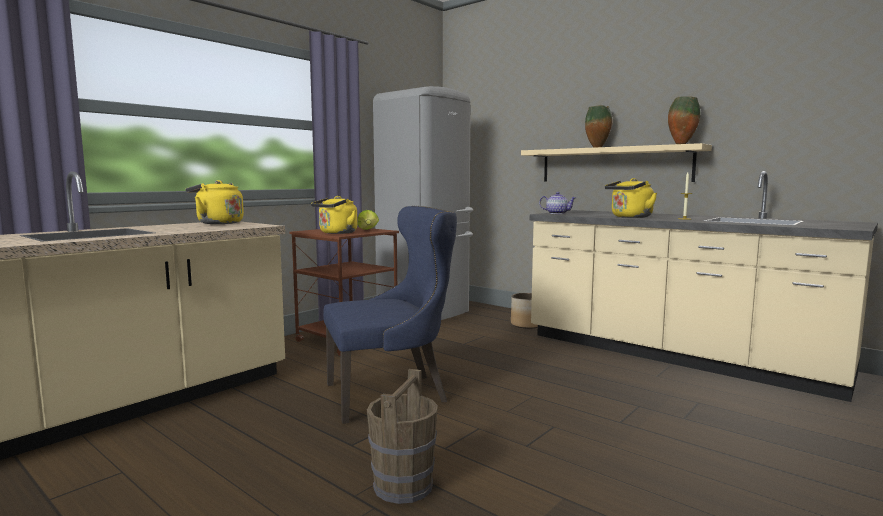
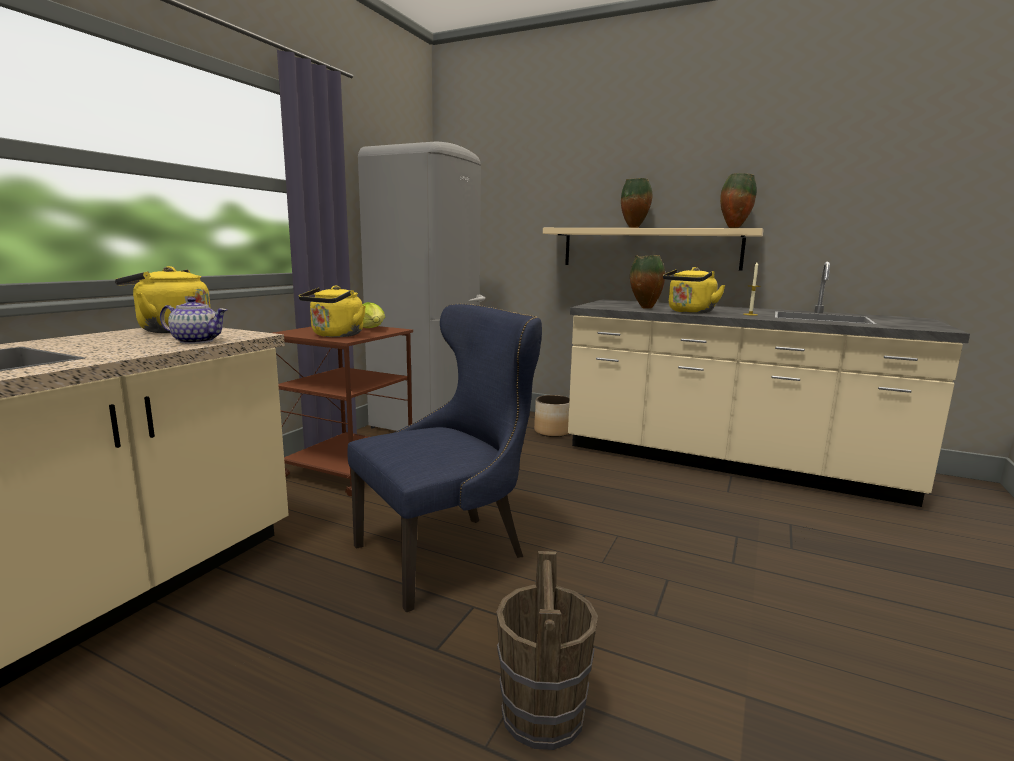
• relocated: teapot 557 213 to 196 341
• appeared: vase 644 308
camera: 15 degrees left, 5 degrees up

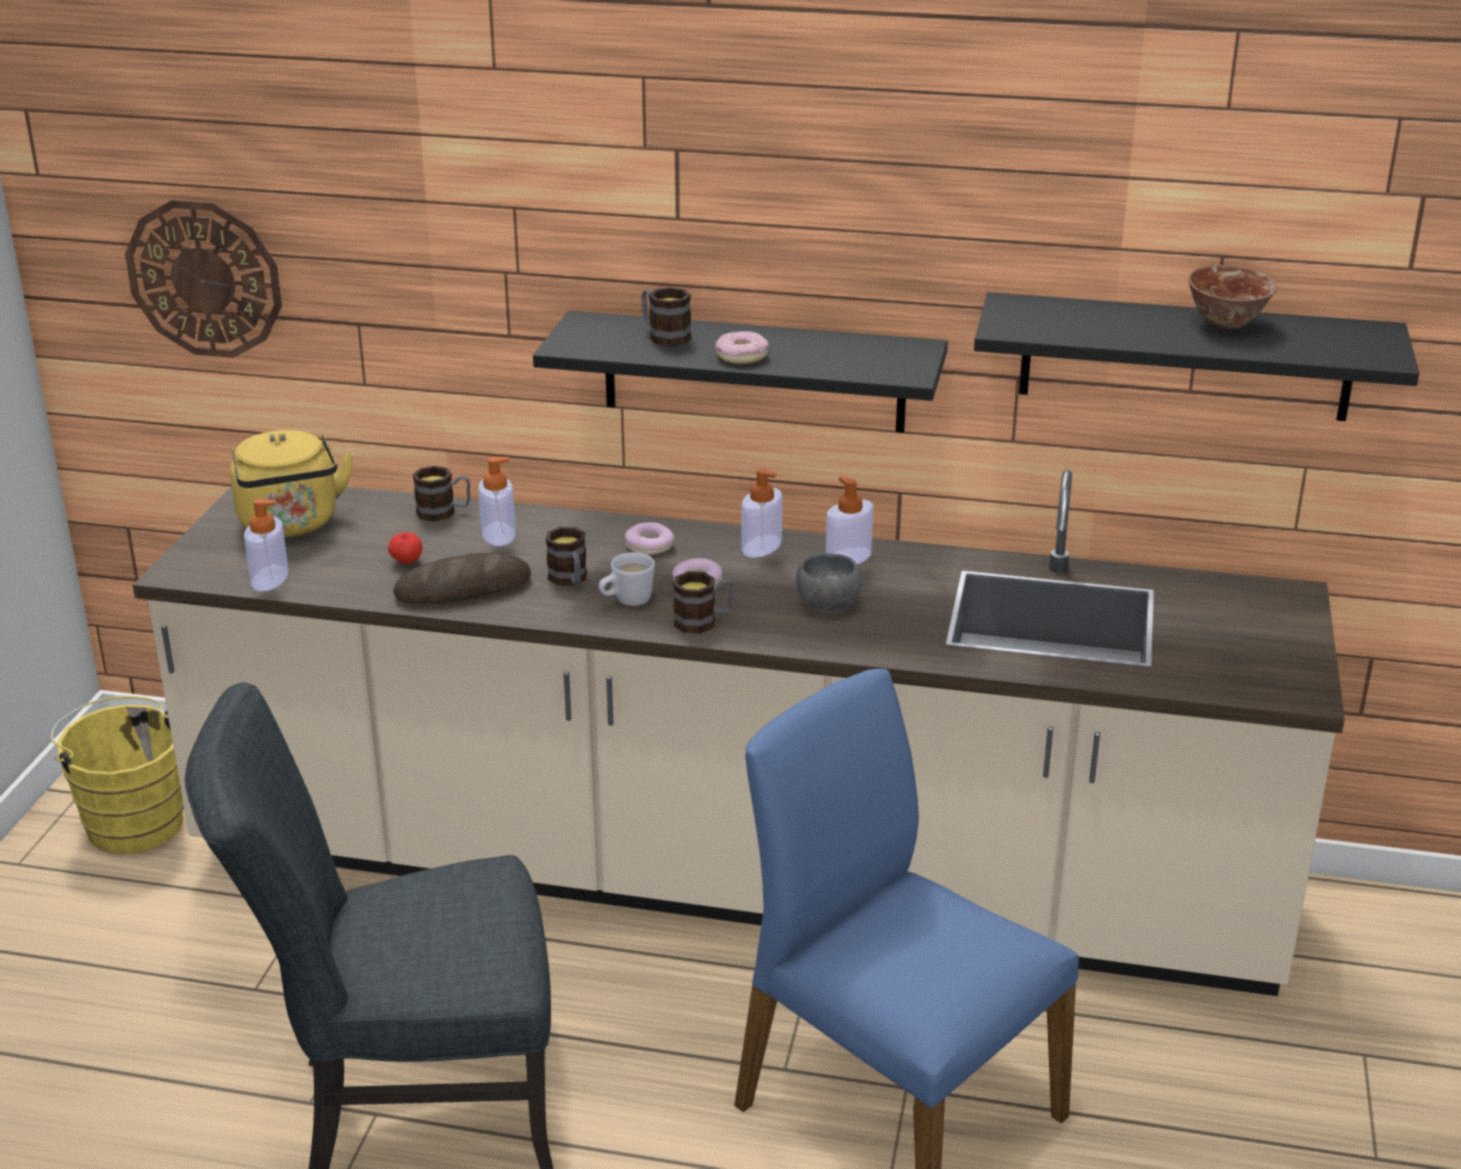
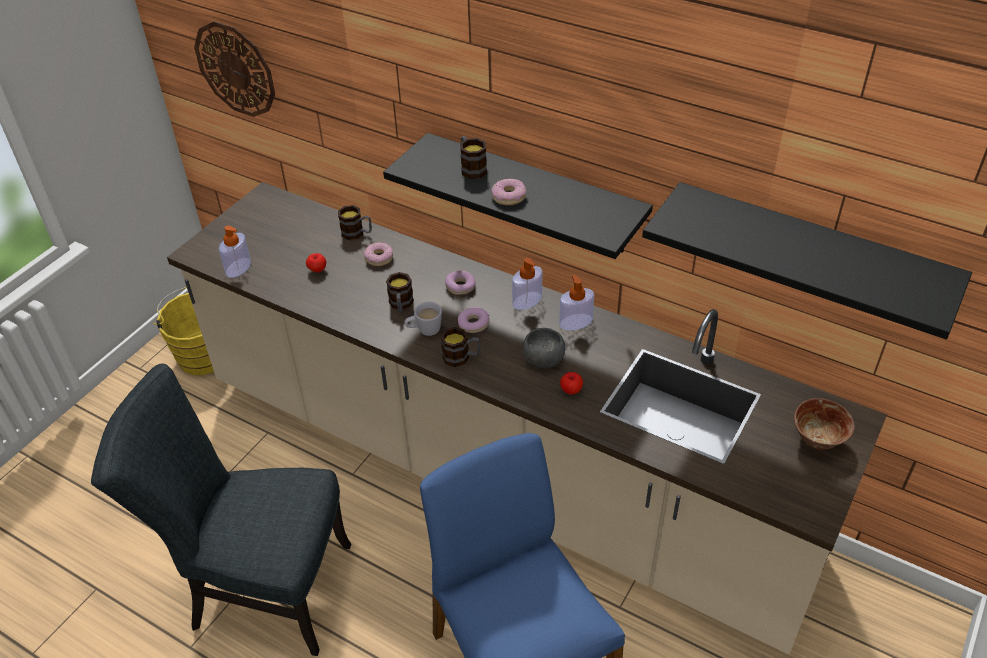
• exchanged: soap_dispenser 498 534 to donut 379 258
• appeared: apple 571 390
• relocated: bowl 1226 323 to 818 439
• missing: yellow_kettle 291 525
• missing: bread 463 588
camera: 20 degrees right, 15 degrees up

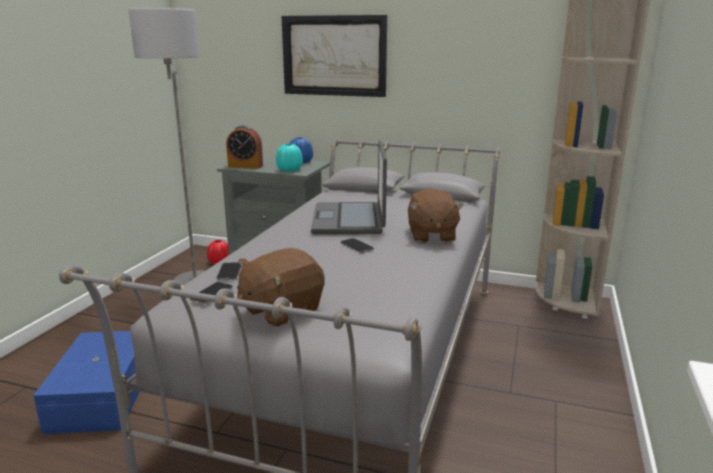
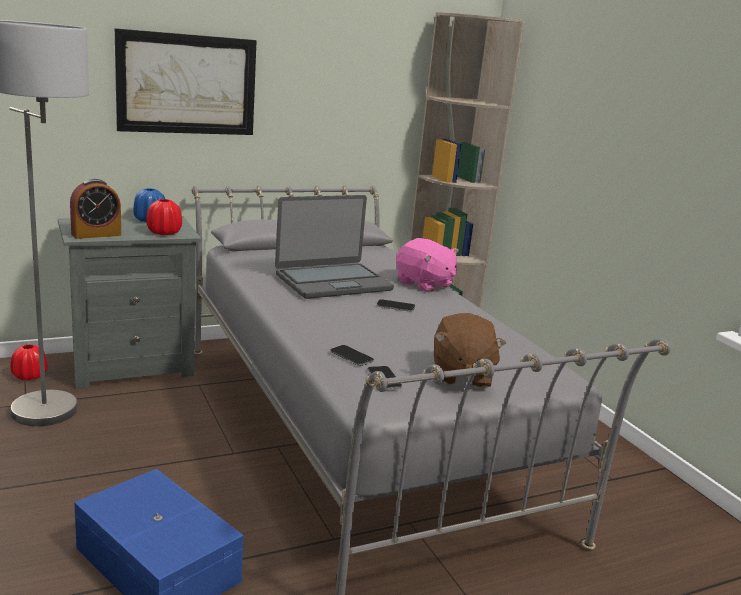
• colour: turquoise_vase 289 170 to red_vase 164 233
• spun: laptop 349 220 = 332 282 75 degrees counterclockwise
• colour: brown_plush_toy 431 235 to pink_plush_toy 424 284
camera: 45 degrees left, 0 degrees up

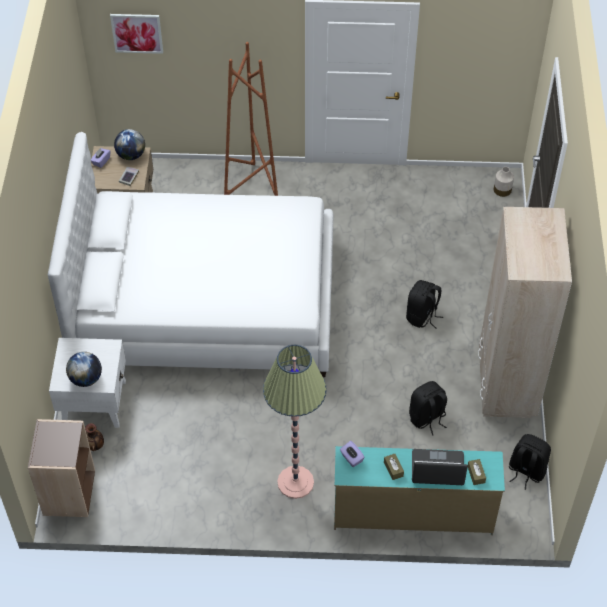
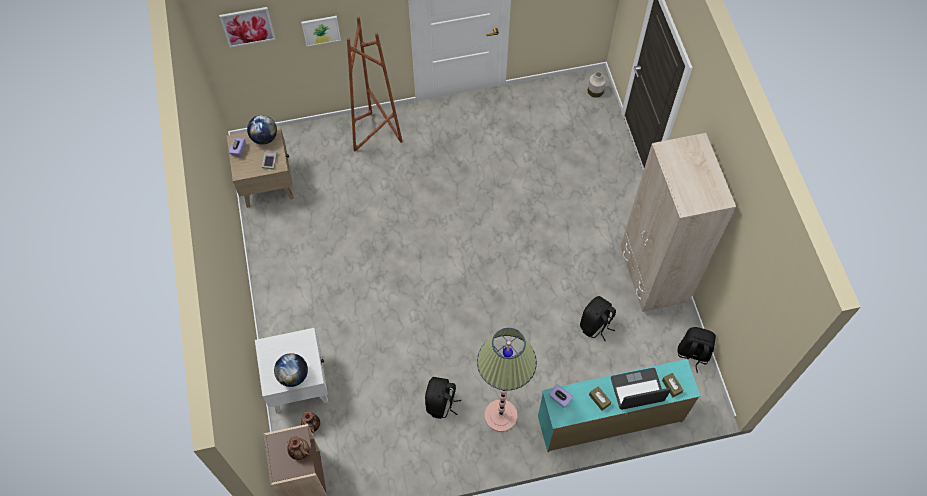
• appeared: vase 299 452
• appeared: picture 321 30
• relocated: black_backpack 422 316 to 441 404
• missing: white_bed 205 302
camera: 15 degrees left, 10 degrees up

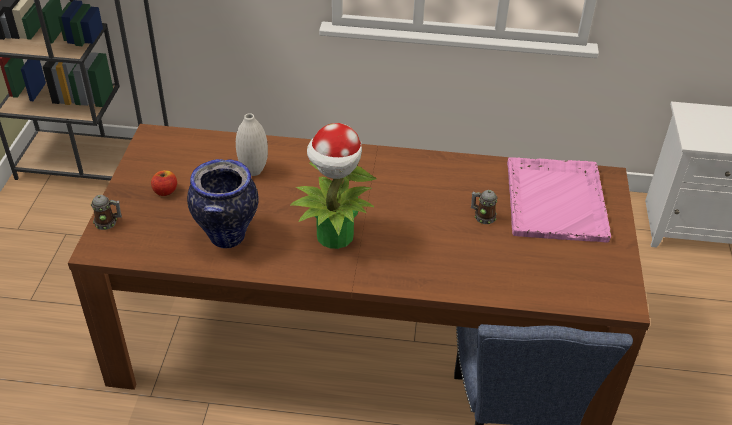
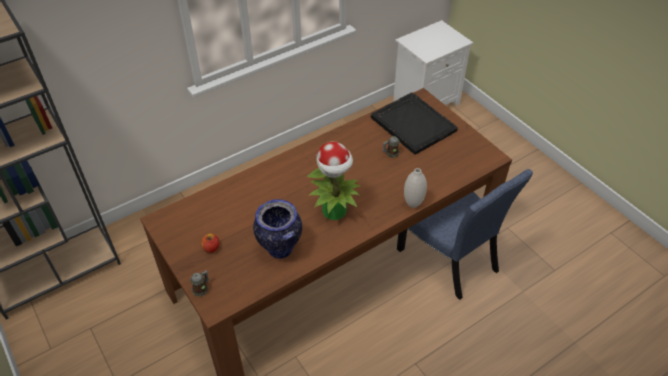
• colour: pink_tray 555 200 to black_tray 412 123
• relocated: white_vase 253 171 to 413 204
camera: 40 degrees left, 5 degrees up

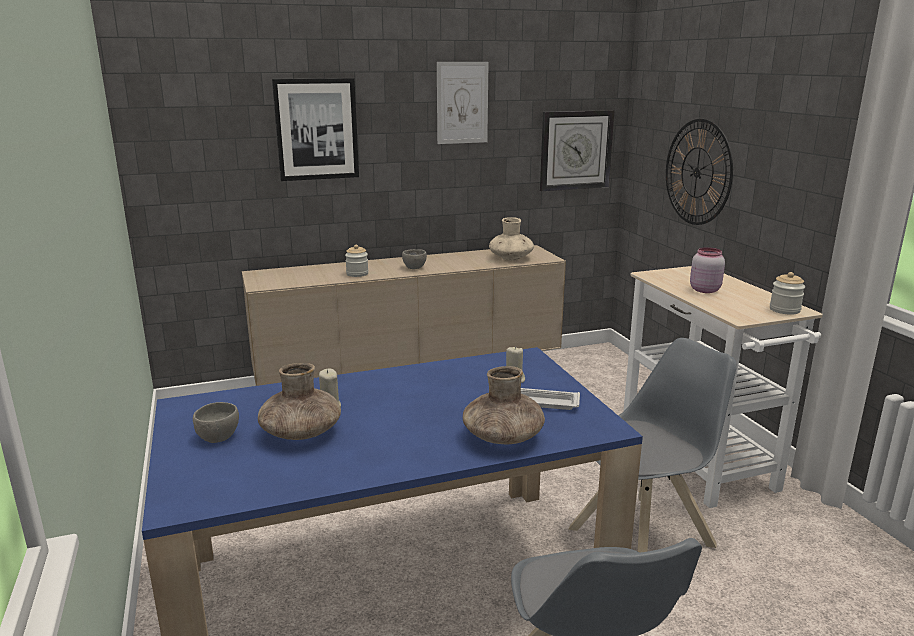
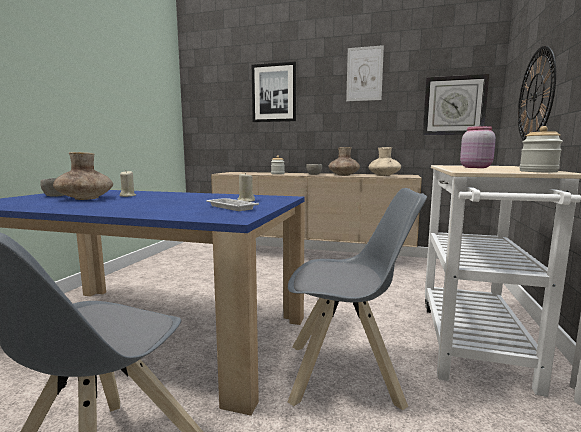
• relocated: brown_vase 502 437 to 343 175
camera: 35 degrees right, 10 degrees down

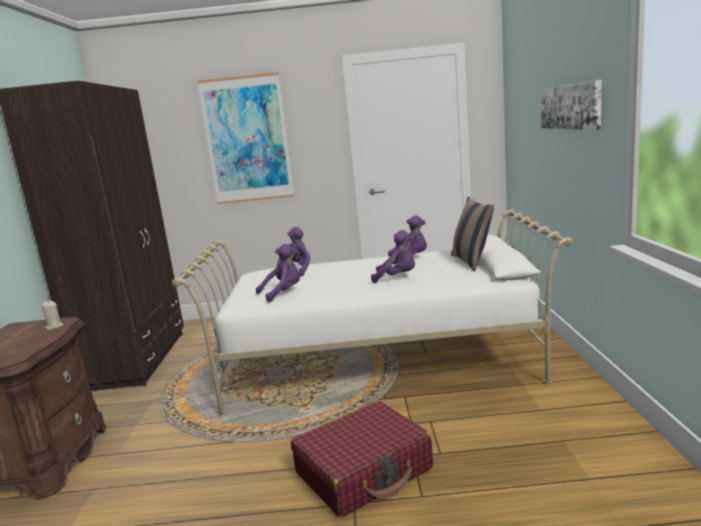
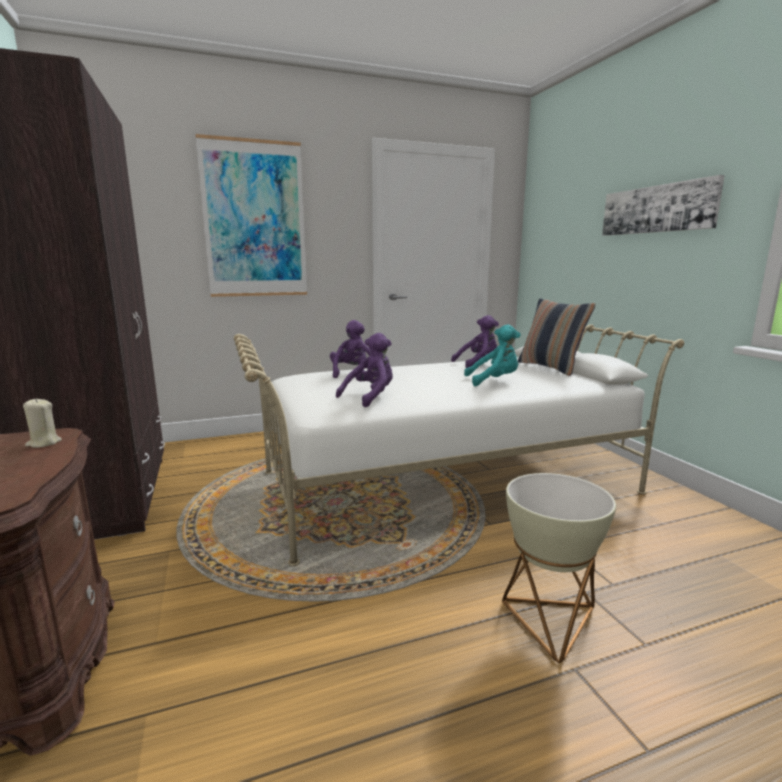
• colour: purple_plush_toy 397 277 to turquoise_plush_toy 494 381
• exchanged: red_suitcase 364 471 to planter 547 620
camera: 20 degrees left, 0 degrees up

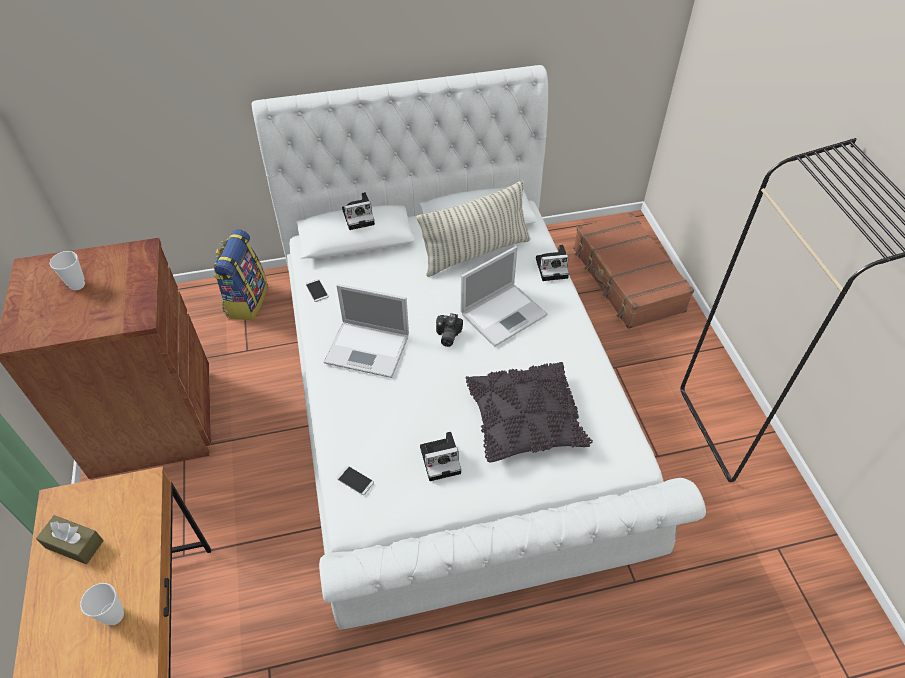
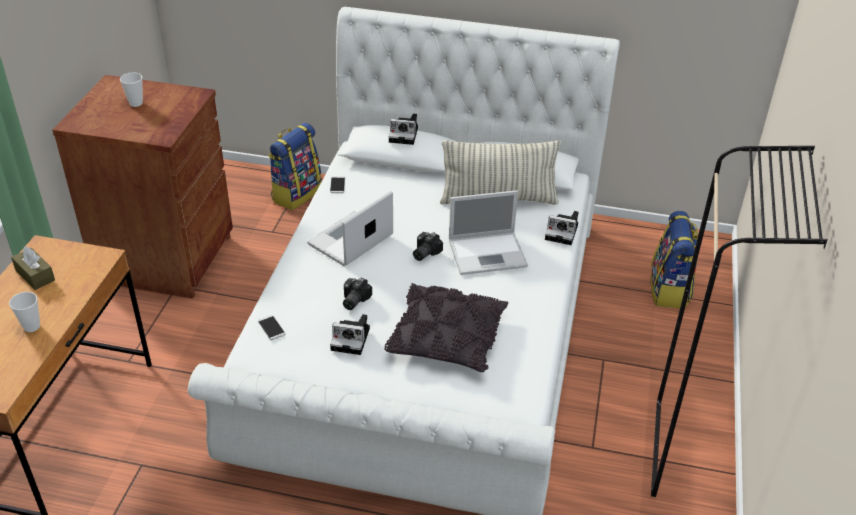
• spun: laptop 369 349 = 349 241 90 degrees clockwise
• appeared: photo_camera 353 300
• exchanged: brown_suitcase 626 280 to backpack 669 290
camera: 25 degrees right, 10 degrees down

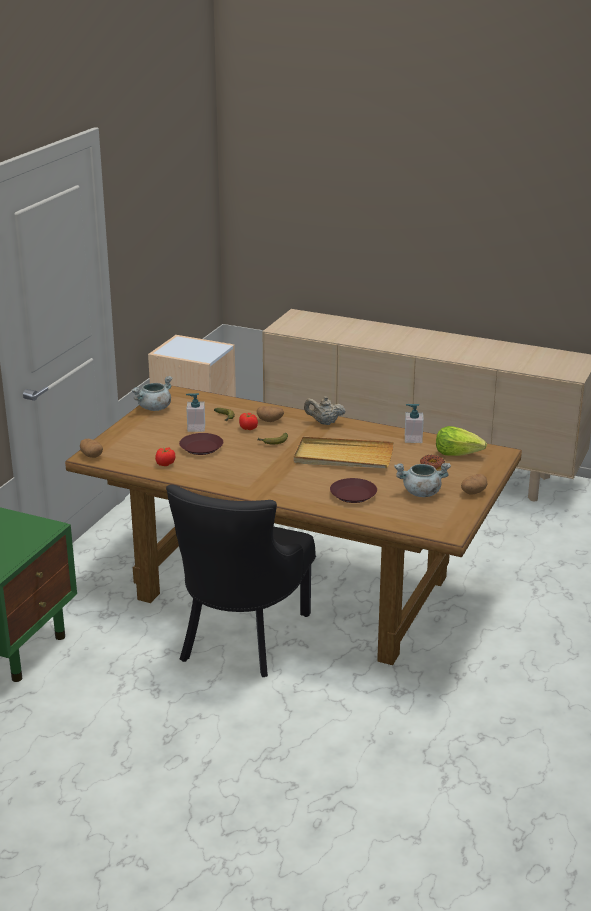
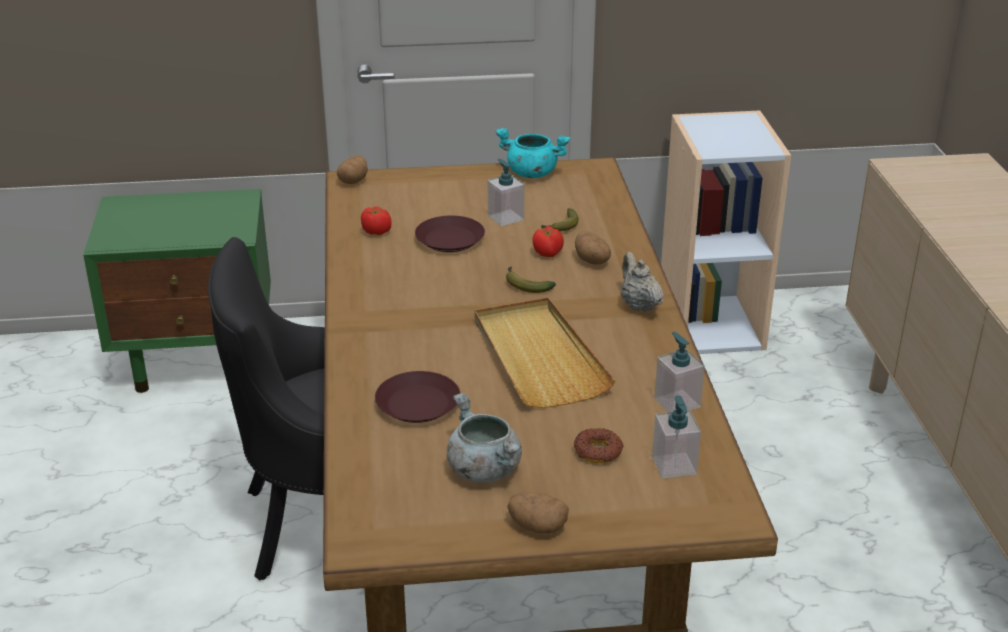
• colour: grey_cooking_pot 154 408 to turquoise_cooking_pot 531 173
• exchanged: lettuce 458 453 to soap_dispenser 674 466
camera: 60 degrees right, 5 degrees up

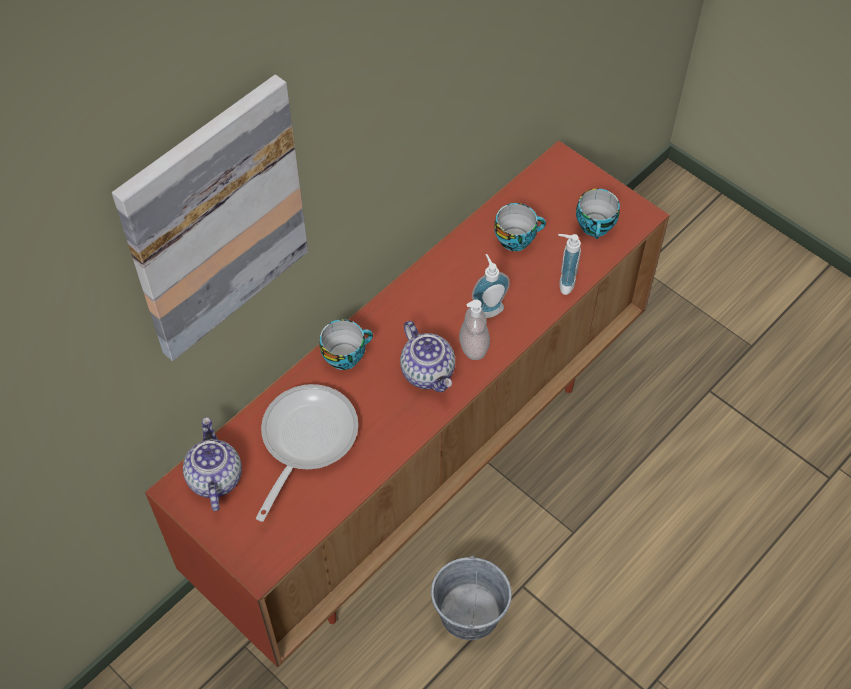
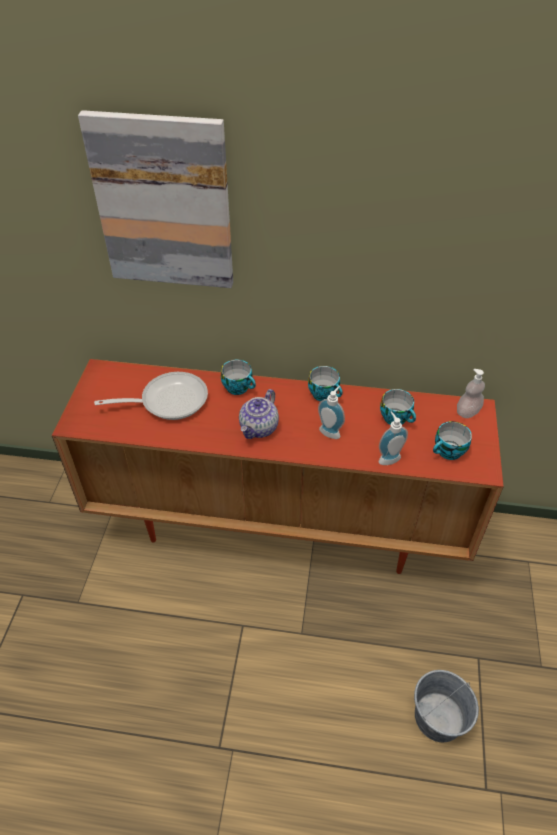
• appeared: cup 325 394
• relocated: grey_bucket 469 611 to 438 717
• relocated: soap_dispenser 474 347 to 467 412
• missing: teapot 214 478
camera: 55 degrees right, 10 degrees down

